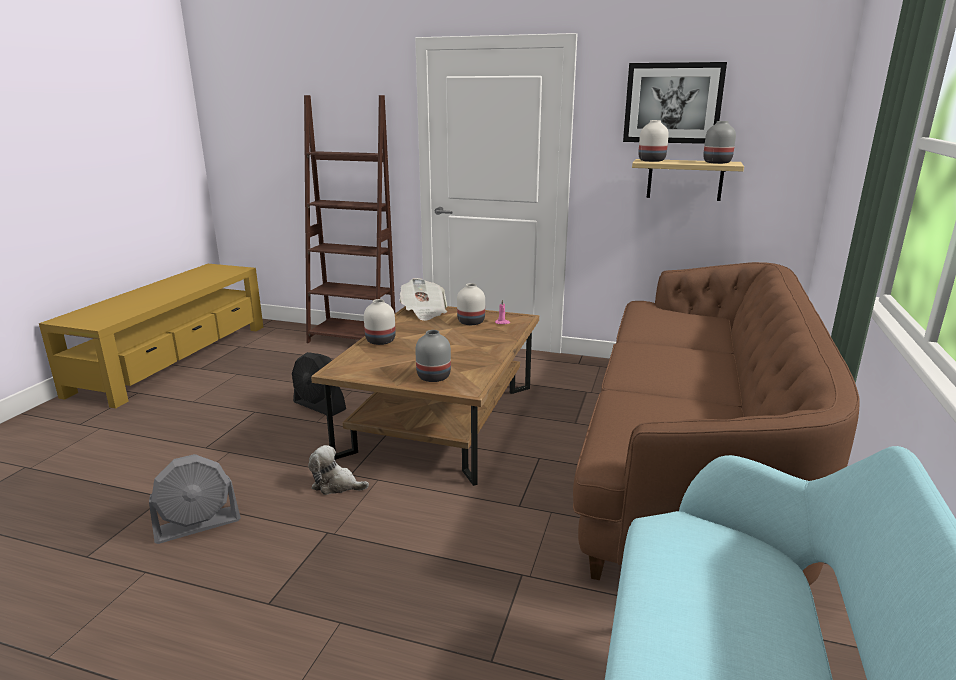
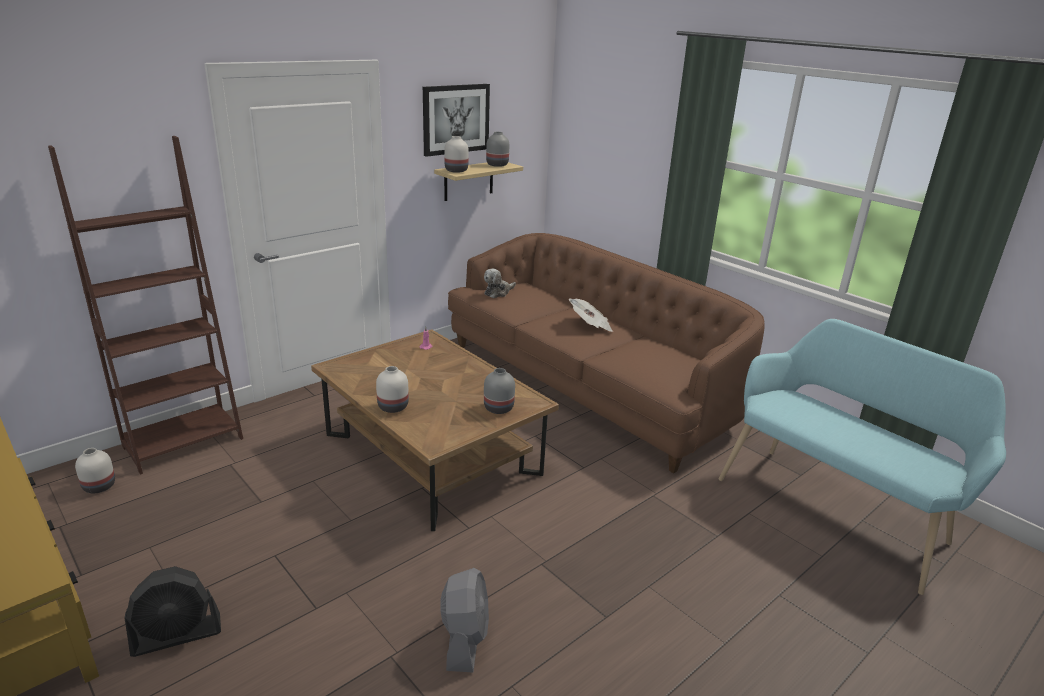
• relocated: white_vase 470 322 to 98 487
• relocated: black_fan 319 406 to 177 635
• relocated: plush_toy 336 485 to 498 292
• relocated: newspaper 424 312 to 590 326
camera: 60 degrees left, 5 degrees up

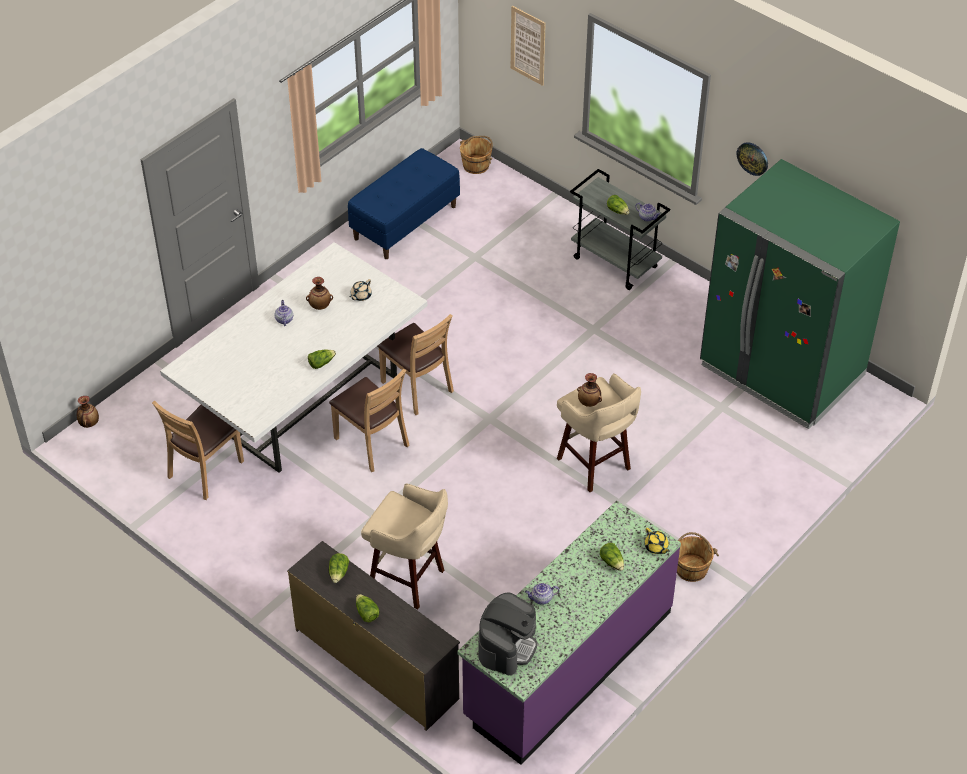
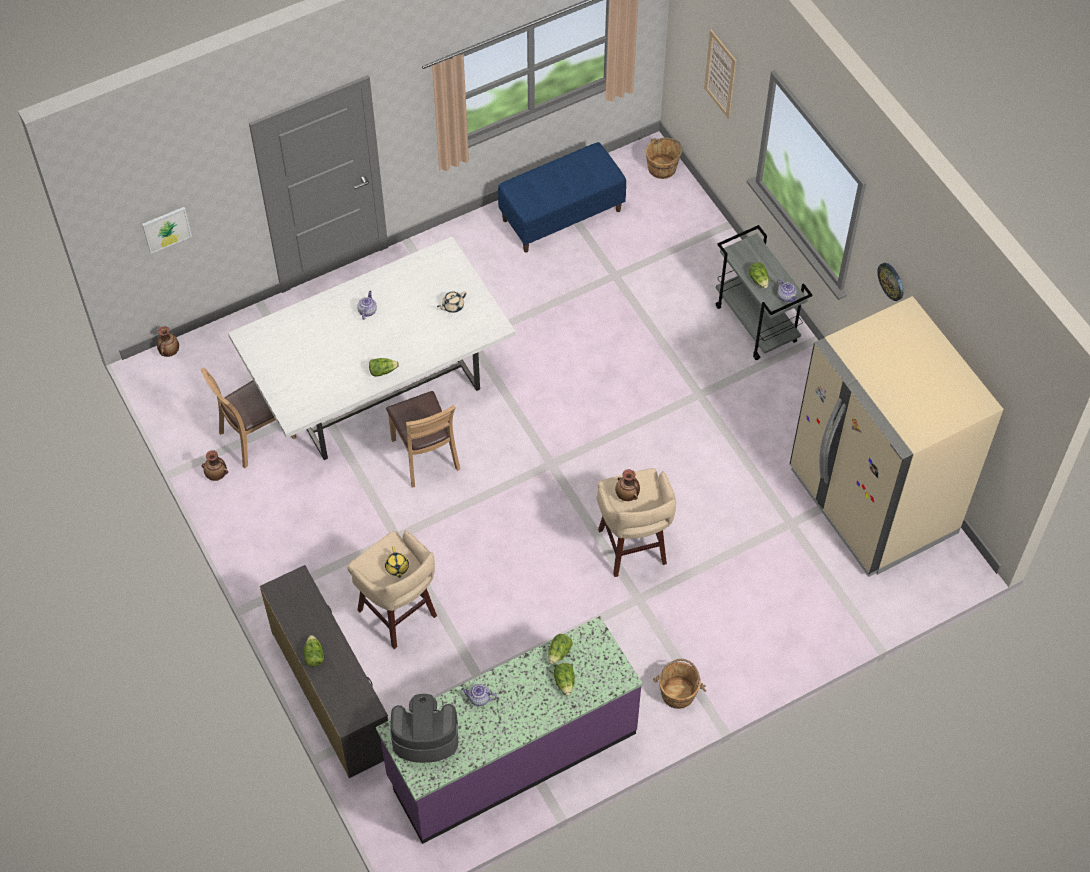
• appeared: picture 166 229
• relocated: vase 320 306 to 216 474
• relocated: yellow_teapot 656 547 to 397 568
• spun: coffee_machine 507 645 = 424 737 135 degrees counterclockwise
• relocated: lettuce 339 573 to 559 652
• colour: green_fridge 781 371 to beige_fridge 872 502
• missing: brown_chair 417 388
camera: 20 degrees right, 10 degrees up

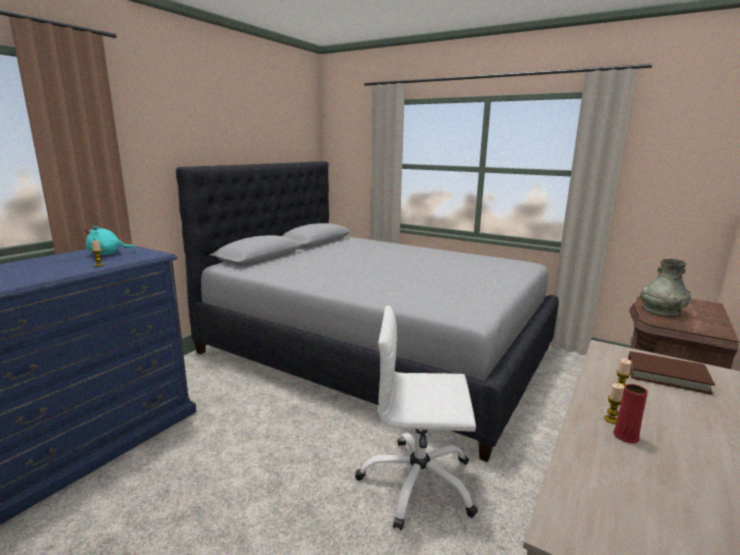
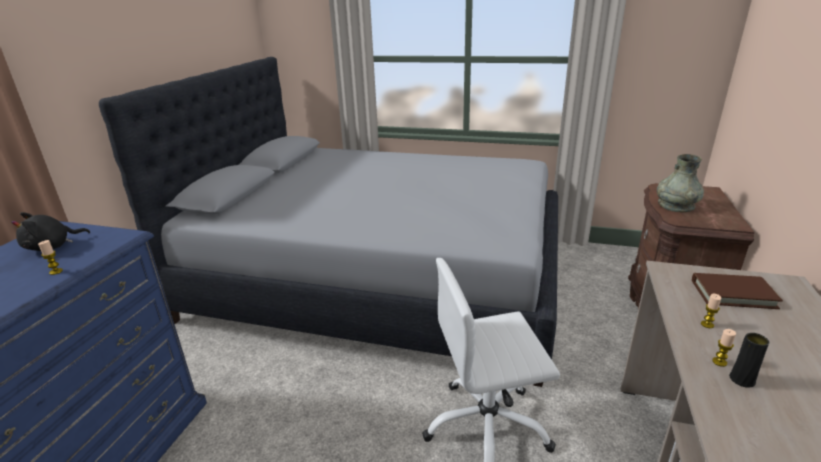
• colour: turquoise_plush_toy 108 254 to black_plush_toy 52 246
• colour: red_vase 626 436 to black_vase 742 379
camera: 15 degrees left, 10 degrees up

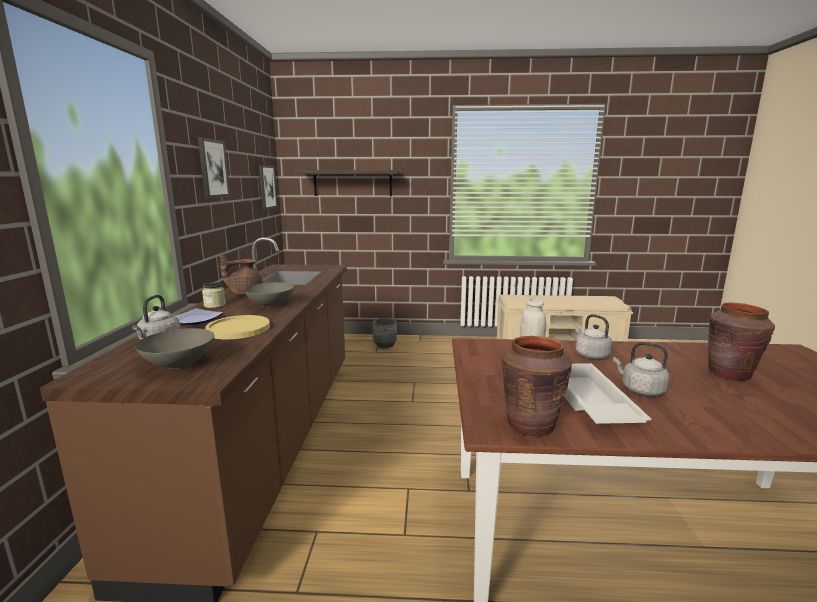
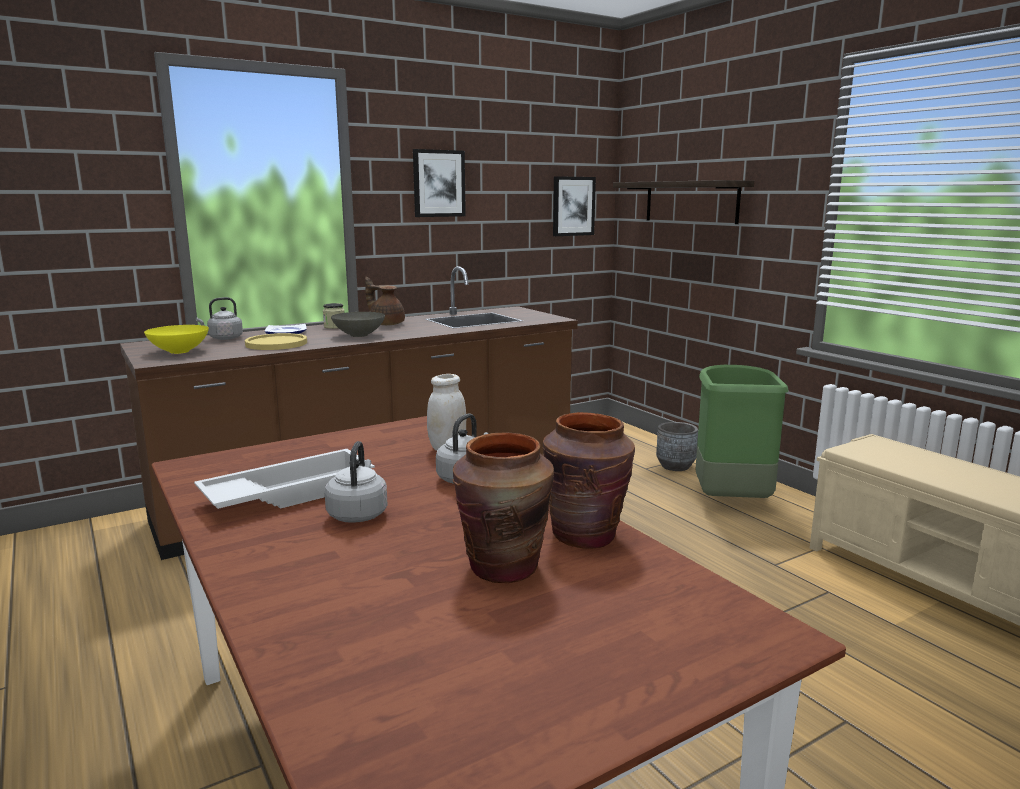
• colour: grey_bowl 180 364 to yellow_bowl 180 351
• relocated: brown_vase 530 425 to 585 536
• appeared: green_trash_can 729 500
camera: 55 degrees right, 0 degrees up

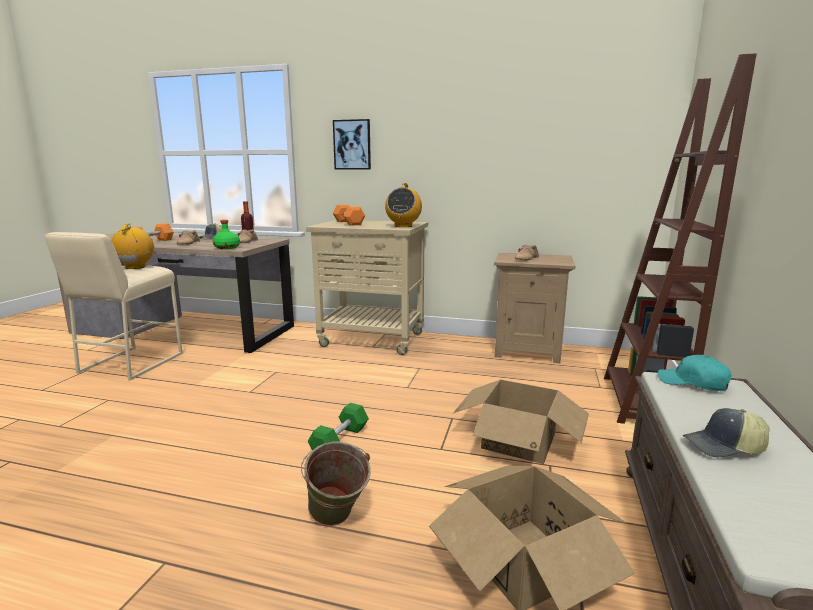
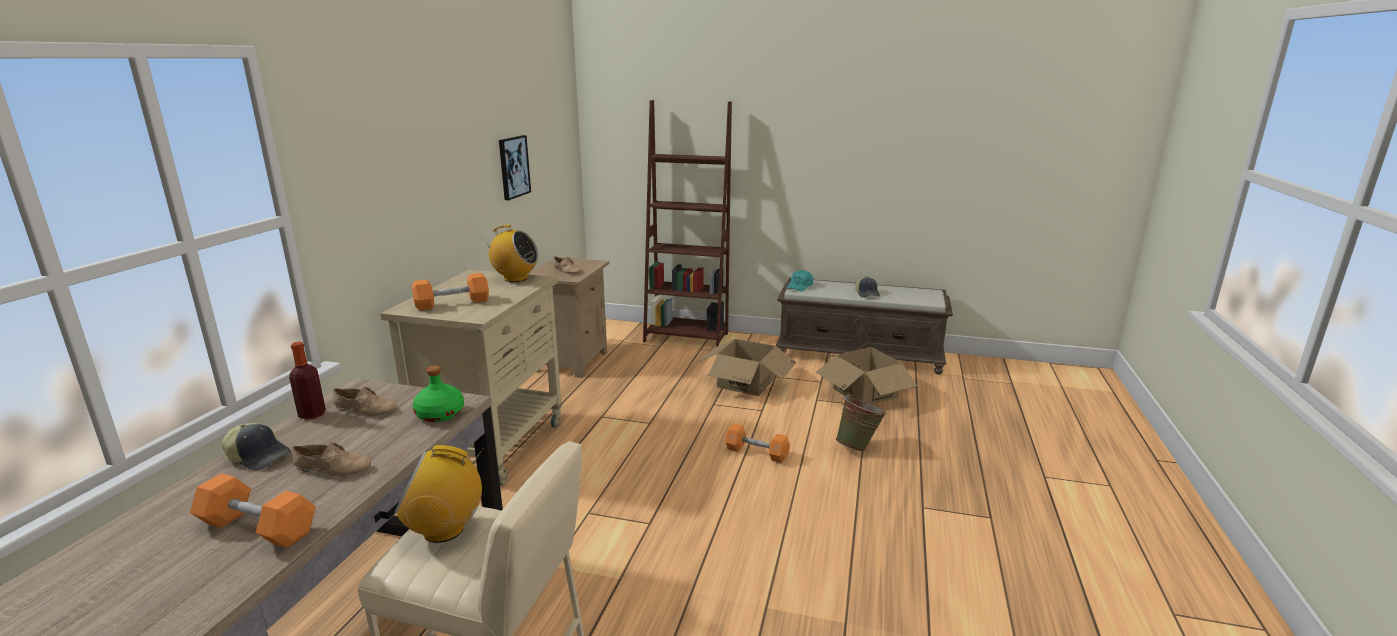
• relocated: picture 352 145 to 513 167
• colour: green_dumbbell 340 440 to orange_dumbbell 756 453
camera: 90 degrees left, 5 degrees up

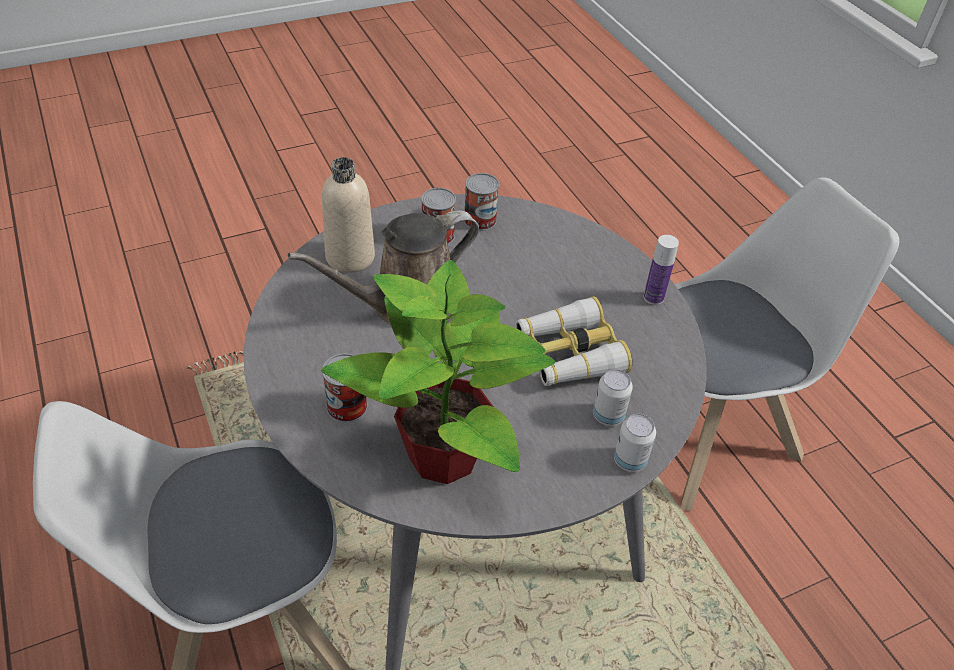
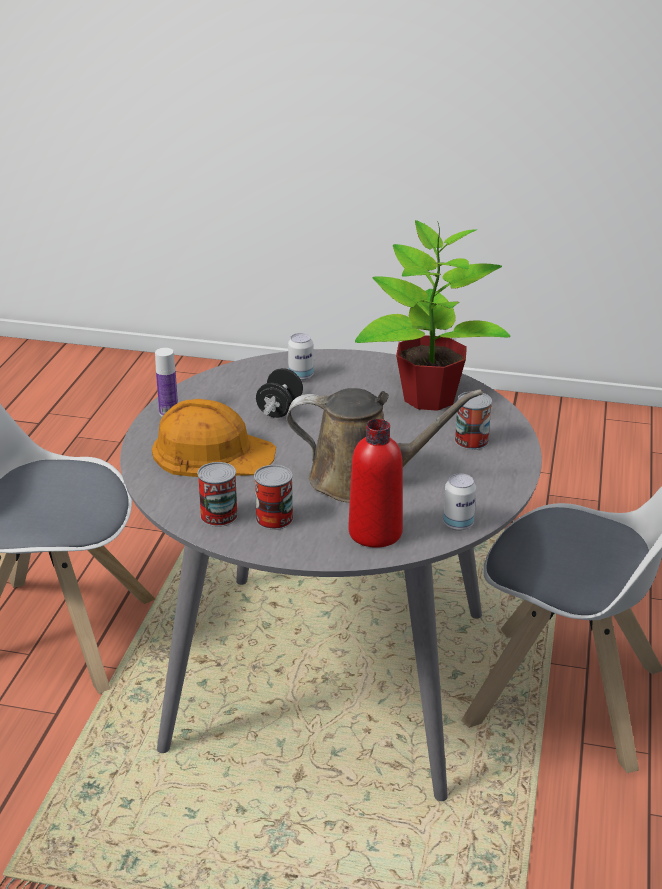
• appeared: orange_hard_hat 212 452
• exchanged: binoculars 569 353 to black_dumbbell 280 409
• colour: beige_bottle 350 257 to red_bottle 375 533
• relocated: can 629 460 to 458 524
camera: 140 degrees left, 15 degrees down

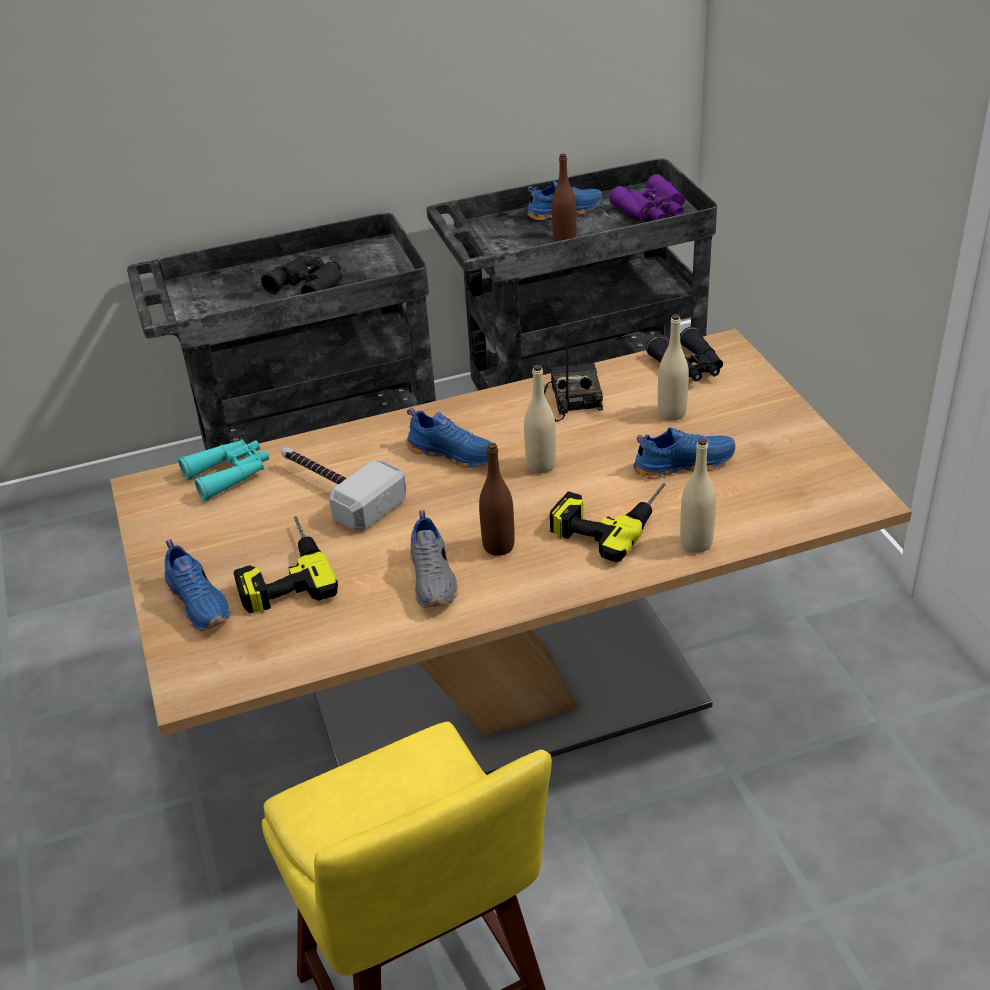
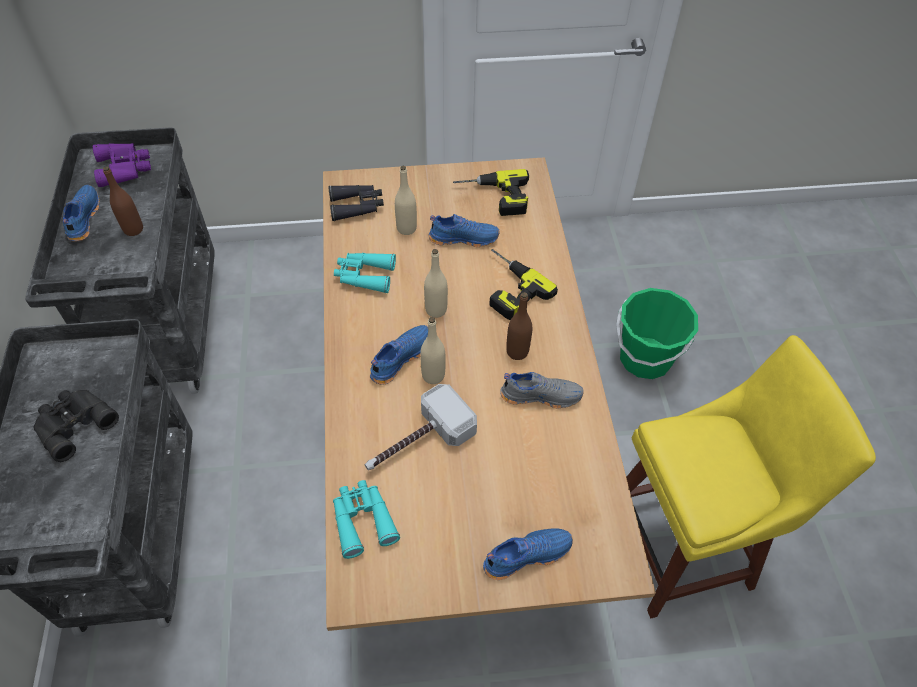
• exchanged: radio 571 399 to turquoise_binoculars 364 276
• relocated: beige_bottle 696 543 to 433 375
• spun: blue_shoe 683 463 = 464 237 90 degrees clockwise
• relocated: power_drill 281 571 to 493 198
• appeared: green_bucket 645 358
camera: 80 degrees left, 15 degrees up

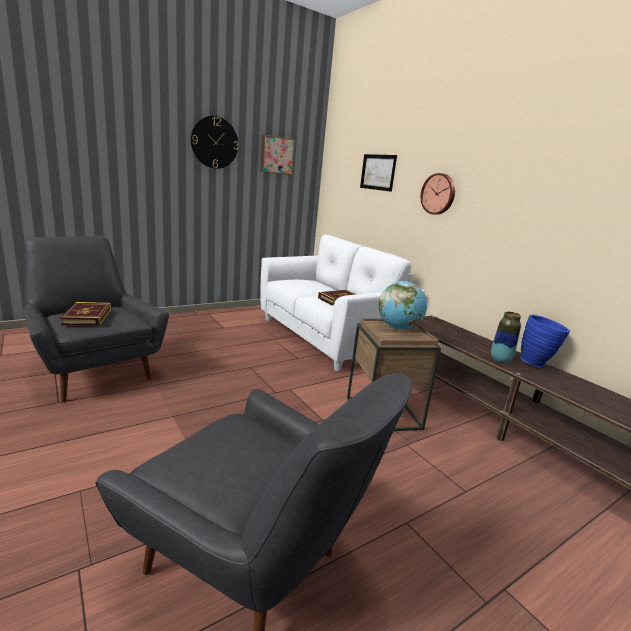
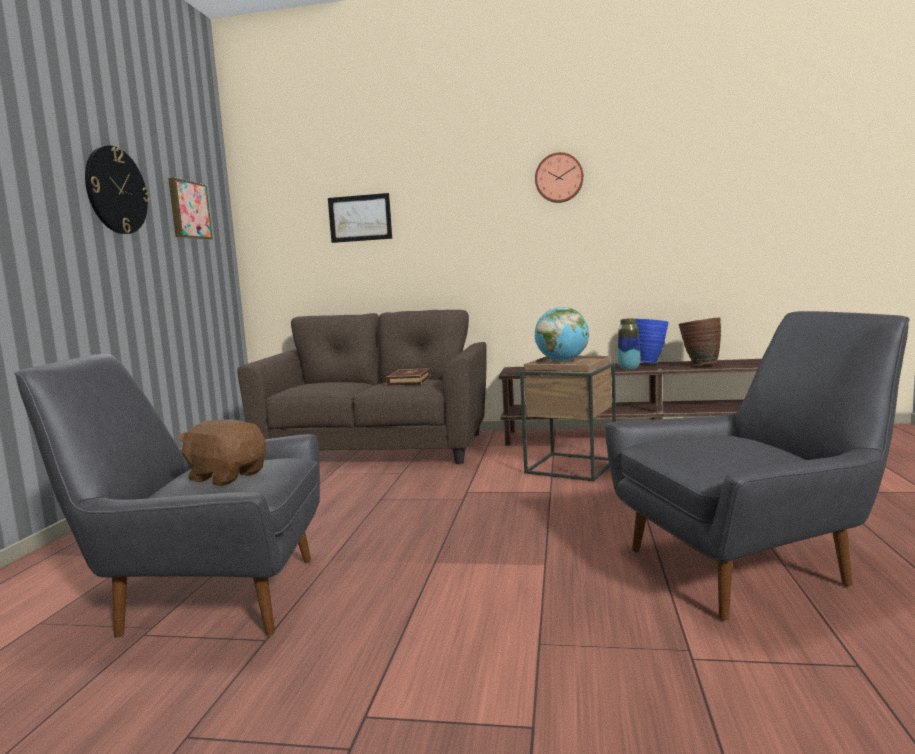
• exchanged: book 87 317 to brown_plush_toy 227 476
• colour: white_sofa 329 337 to brown_sofa 378 448
• relocated: wall_clock 438 194 to 559 178
• appeared: brown_vase 699 365
camera: 45 degrees left, 10 degrees down

